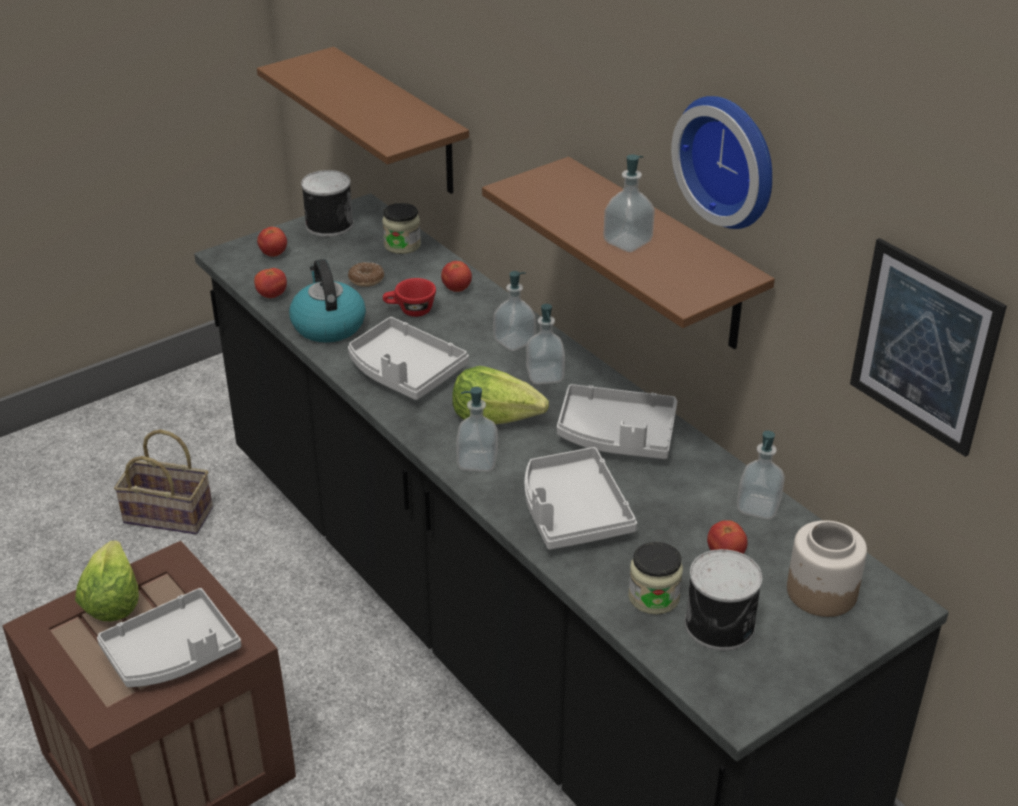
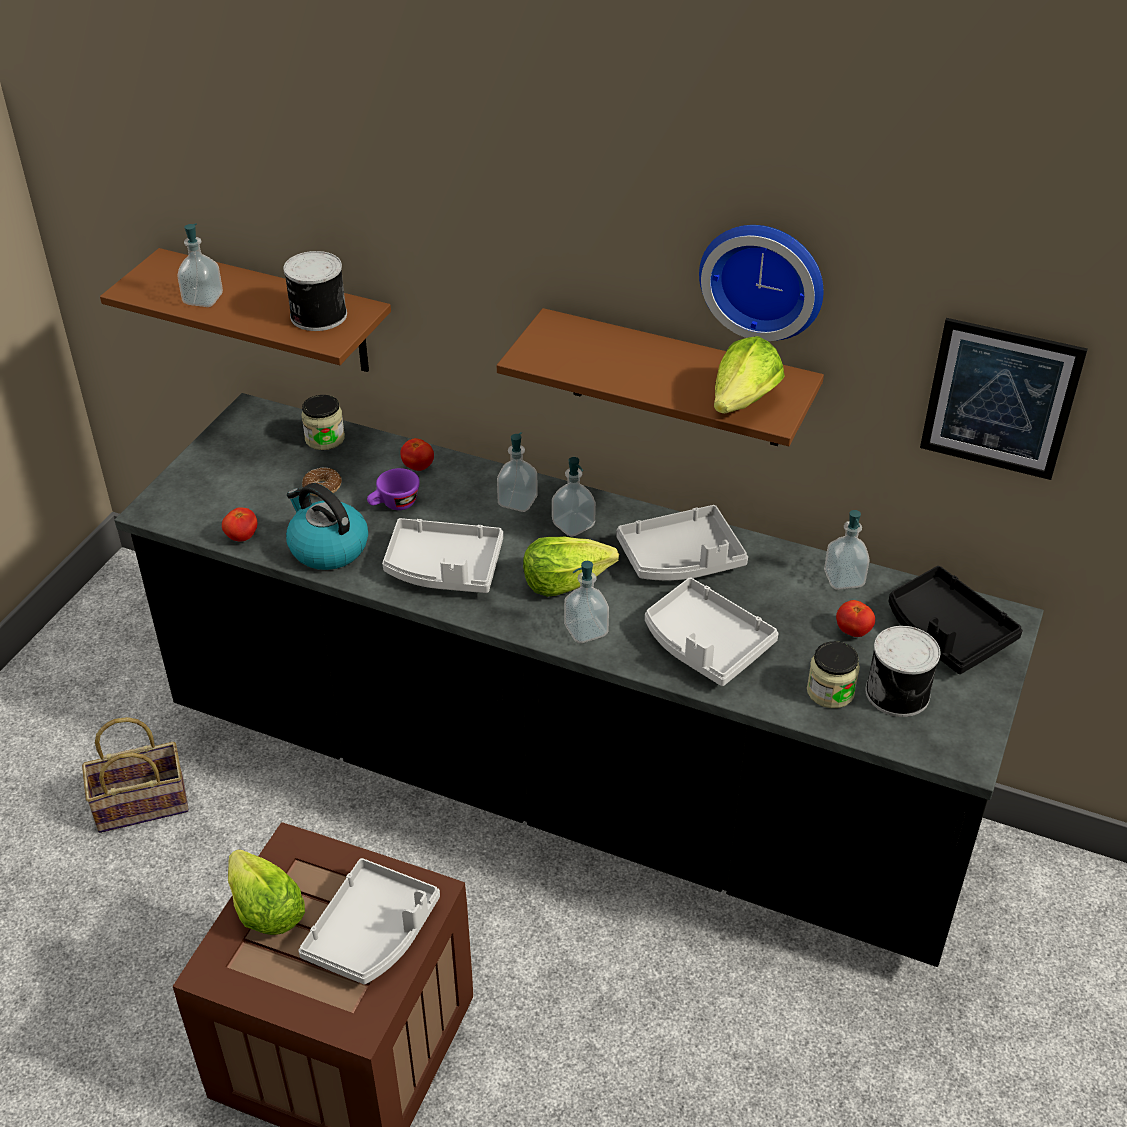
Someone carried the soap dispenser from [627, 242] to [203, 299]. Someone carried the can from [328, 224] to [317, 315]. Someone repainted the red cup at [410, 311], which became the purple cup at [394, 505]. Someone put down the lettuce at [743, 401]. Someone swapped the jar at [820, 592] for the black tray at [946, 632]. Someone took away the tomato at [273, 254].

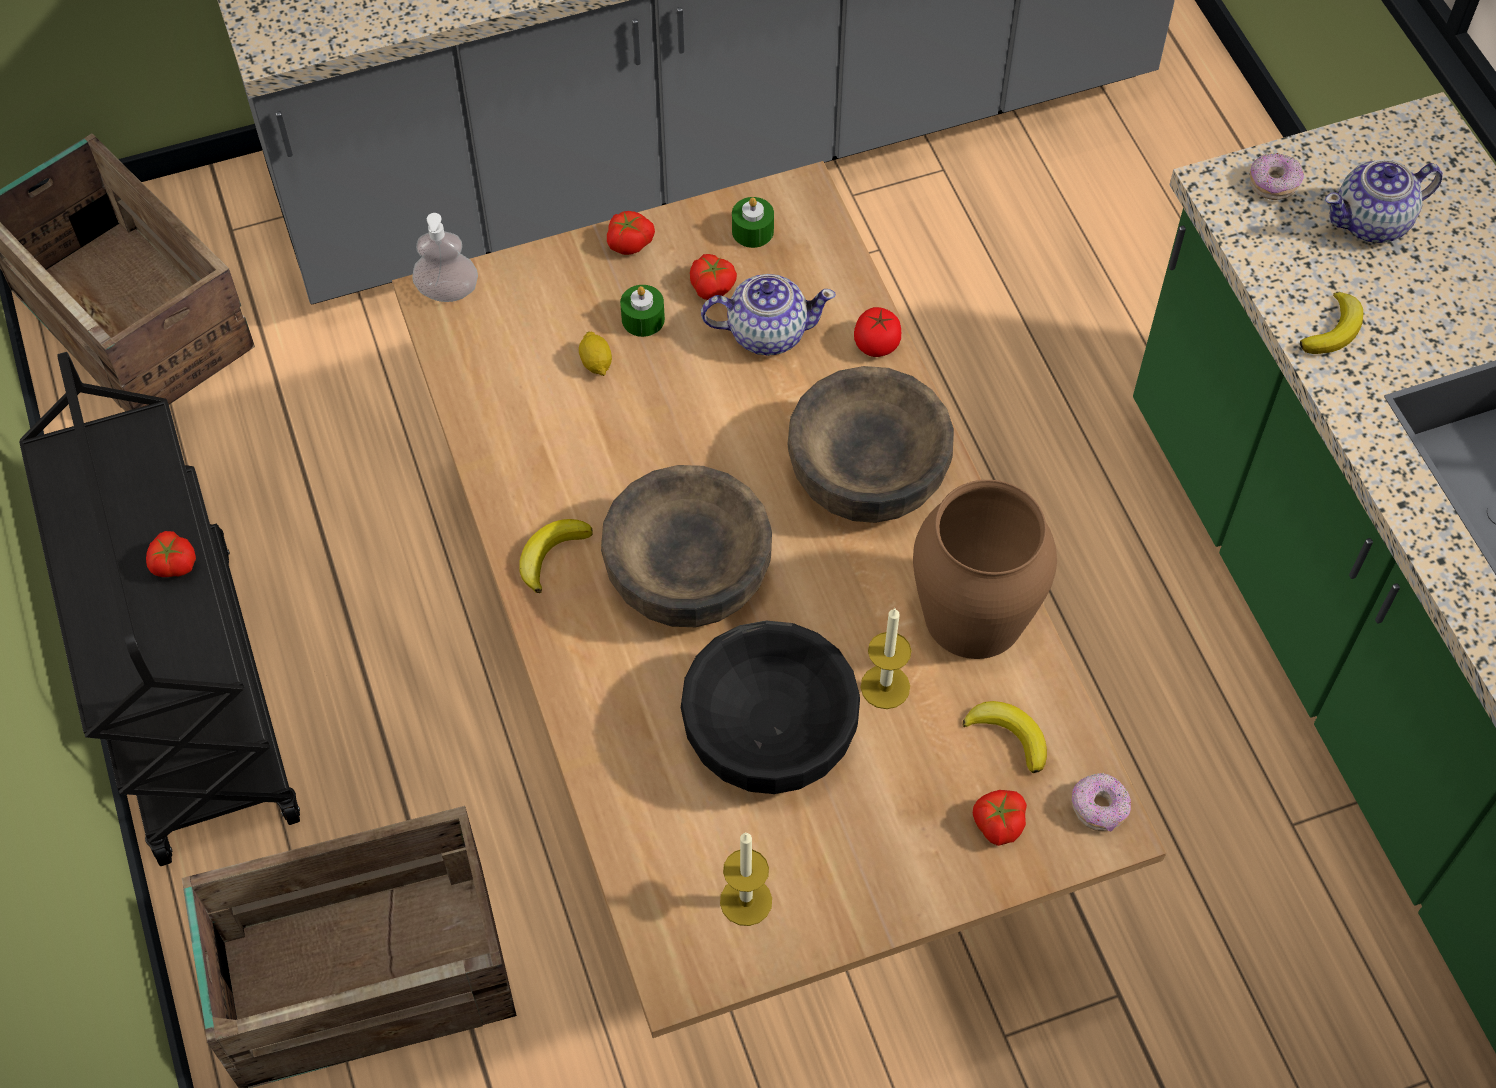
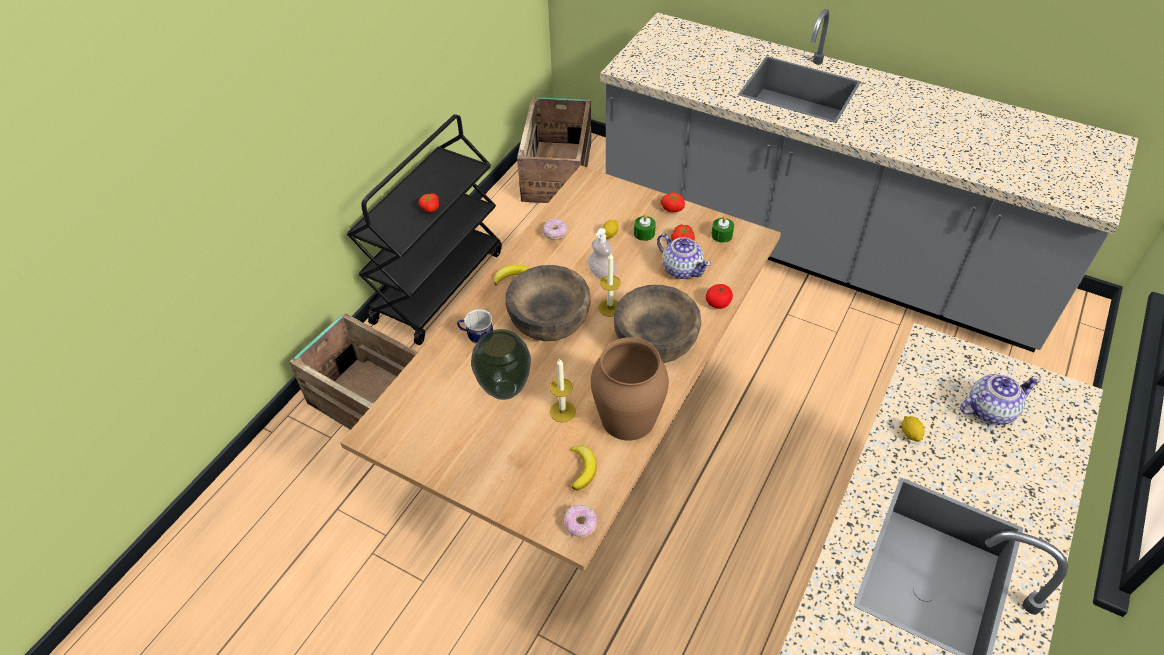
Someone put down the mug at [477, 338]. Someone swapped the black bowl at [769, 731] for the vase at [504, 389]. Someone carried the donut from [1273, 184] to [555, 234]. Someone carried the soap dispenser from [448, 291] to [602, 273]. Someone carried the candle from [746, 901] to [610, 308]. Someone swapped the banana at [1333, 329] for the lemon at [910, 434]. Someone rotated the teapot at [1372, 222] by 135 degrees clockwise. Someone took away the tomato at [997, 823].

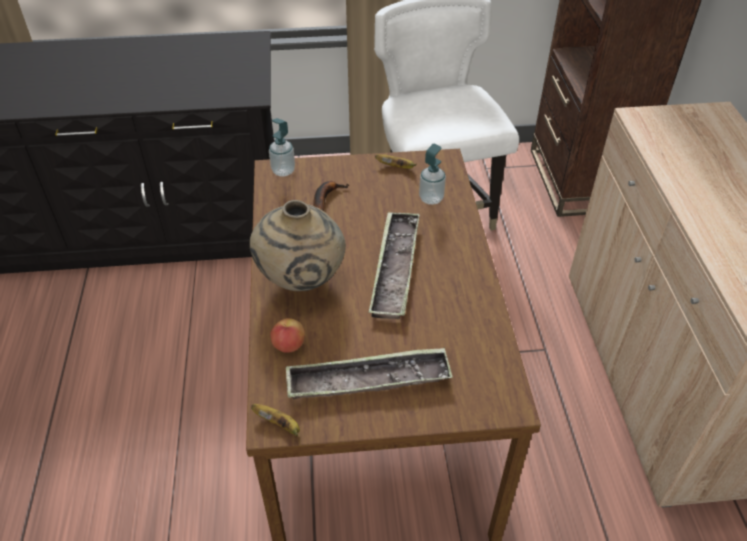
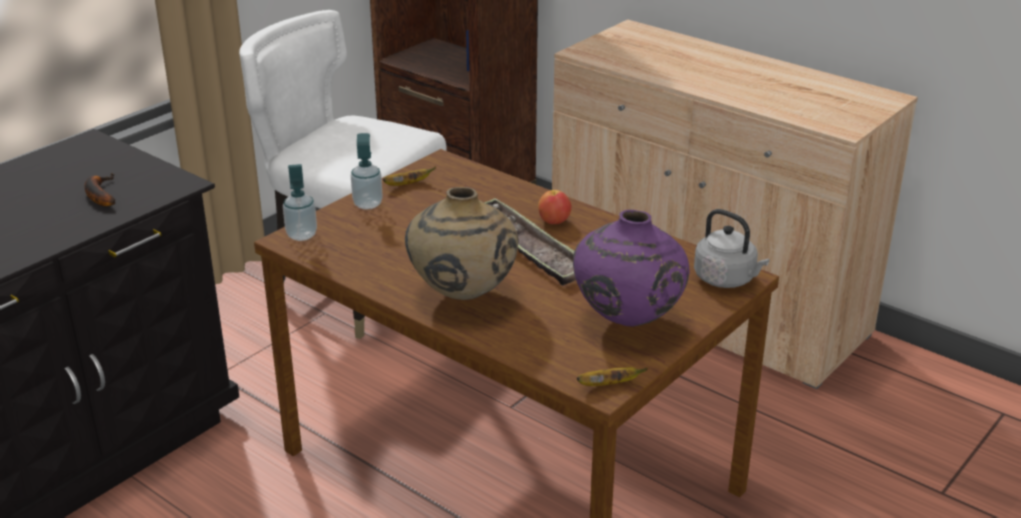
Someone carried the banana from [325, 198] to [99, 195]. Someone carried the soap dispenser from [431, 198] to [367, 204]. Someone carried the apple from [289, 345] to [554, 221]. Someone swapped the tray at [368, 380] for the purple vase at [627, 321]. Someone put down the grey kettle at [727, 279].

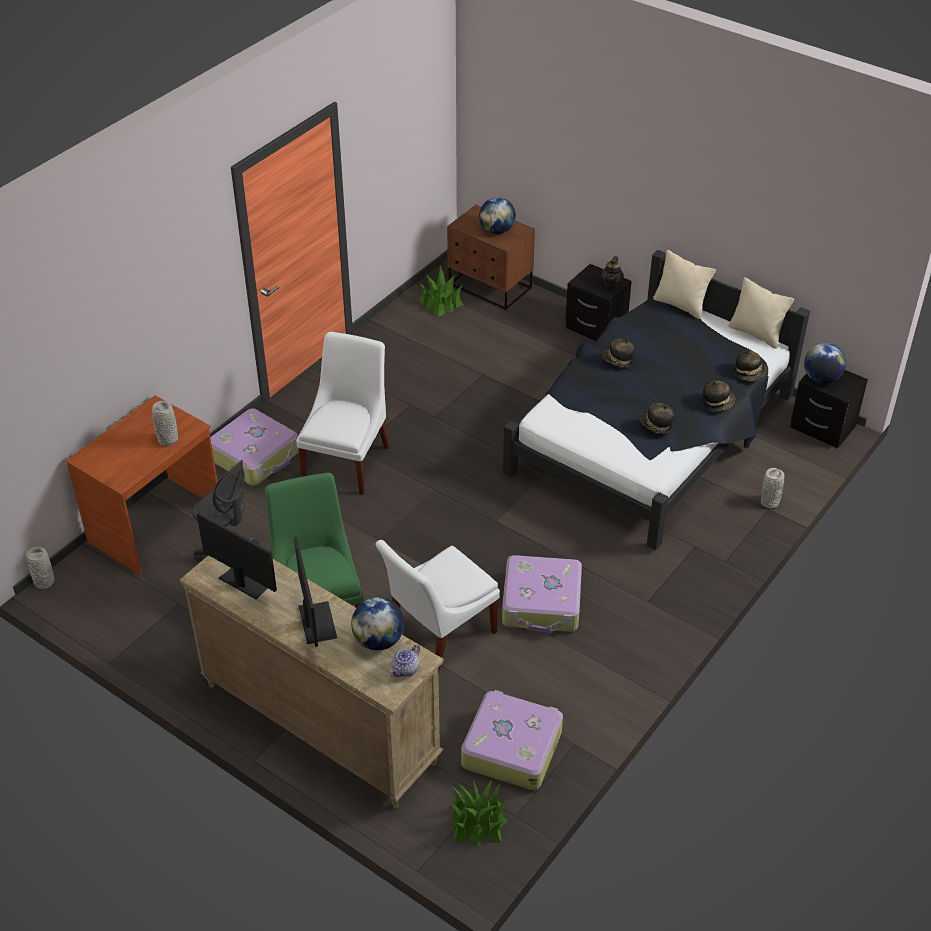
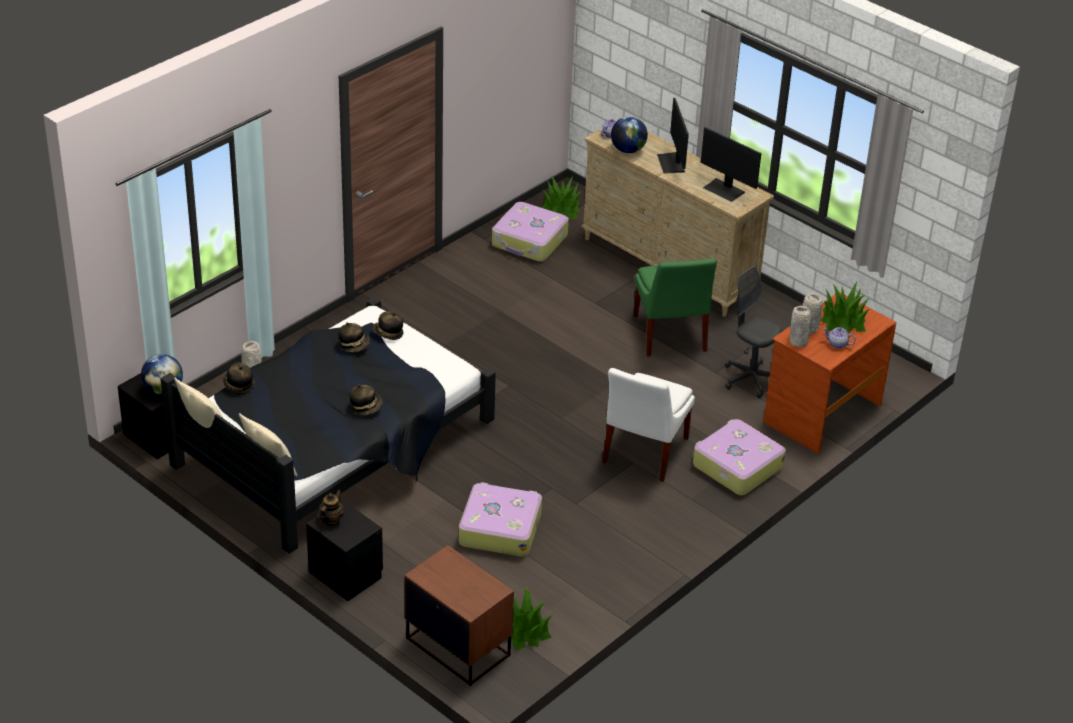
Someone carried the hat from [717, 403] to [388, 333]. Someone carried the suitcase from [542, 603] to [499, 528]. Someone carried the grey vase from [44, 582] to [799, 342]. Someone put down the potted plant at [843, 320]. Someone put down the teapot at [837, 344]. Someone took away the white chair at [437, 634]. Someone took away the globe at [497, 231].

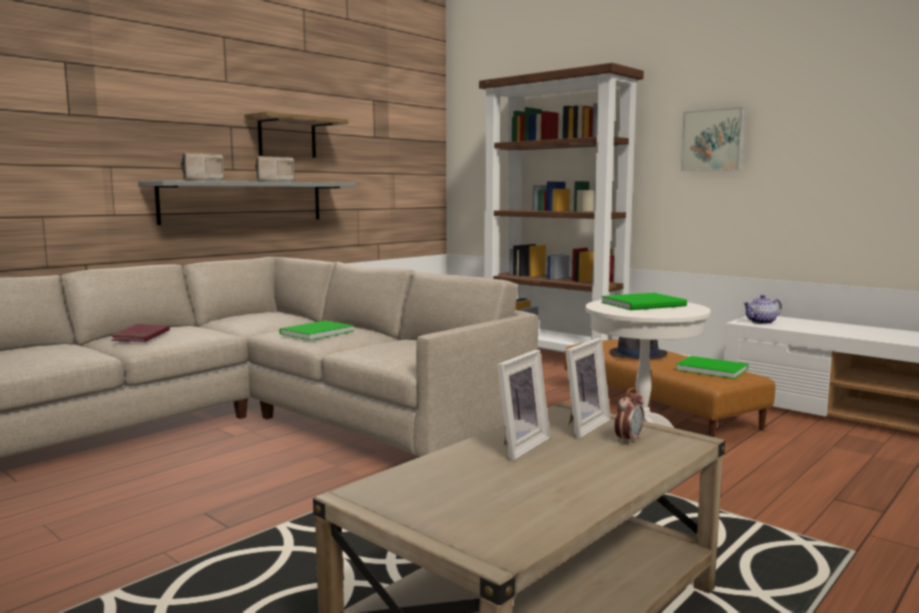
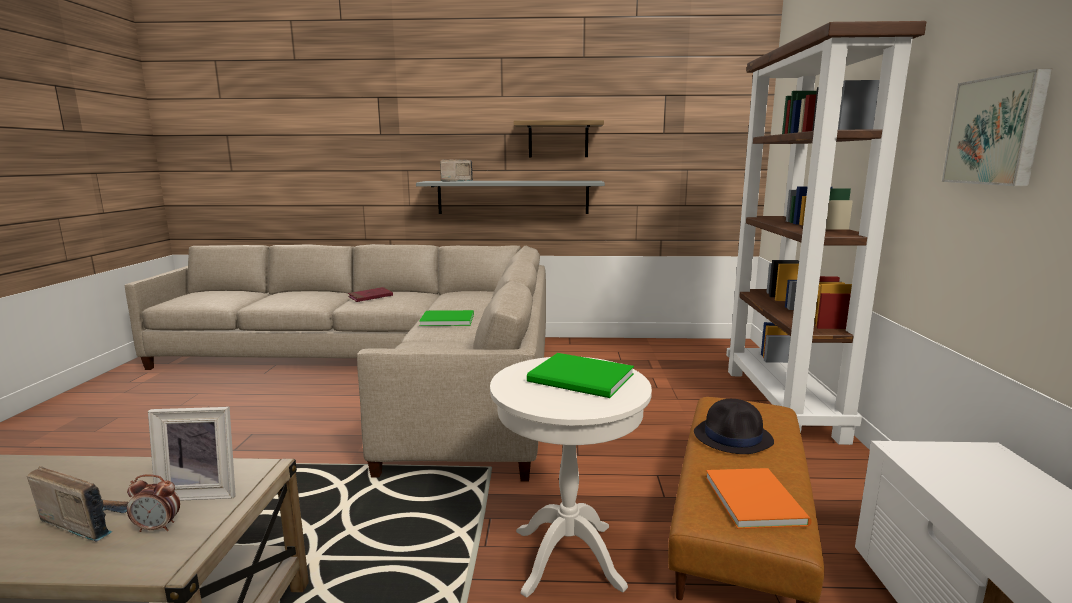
Someone carried the radio from [273, 181] to [87, 520]. Someone repainted the green book at [710, 369], which became the orange book at [755, 498]. Someone took away the picture frame at [517, 446]. Someone took away the teapot at [761, 322].

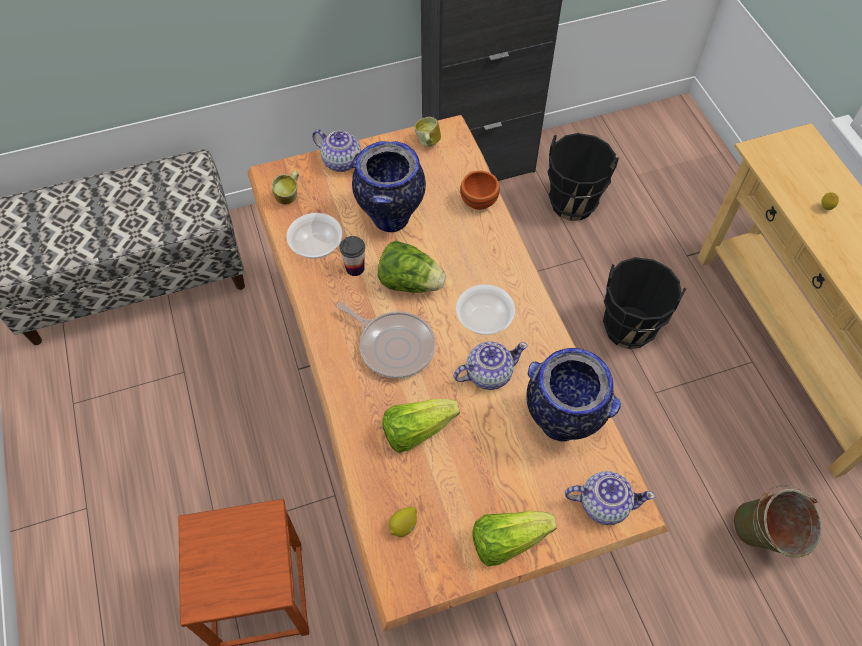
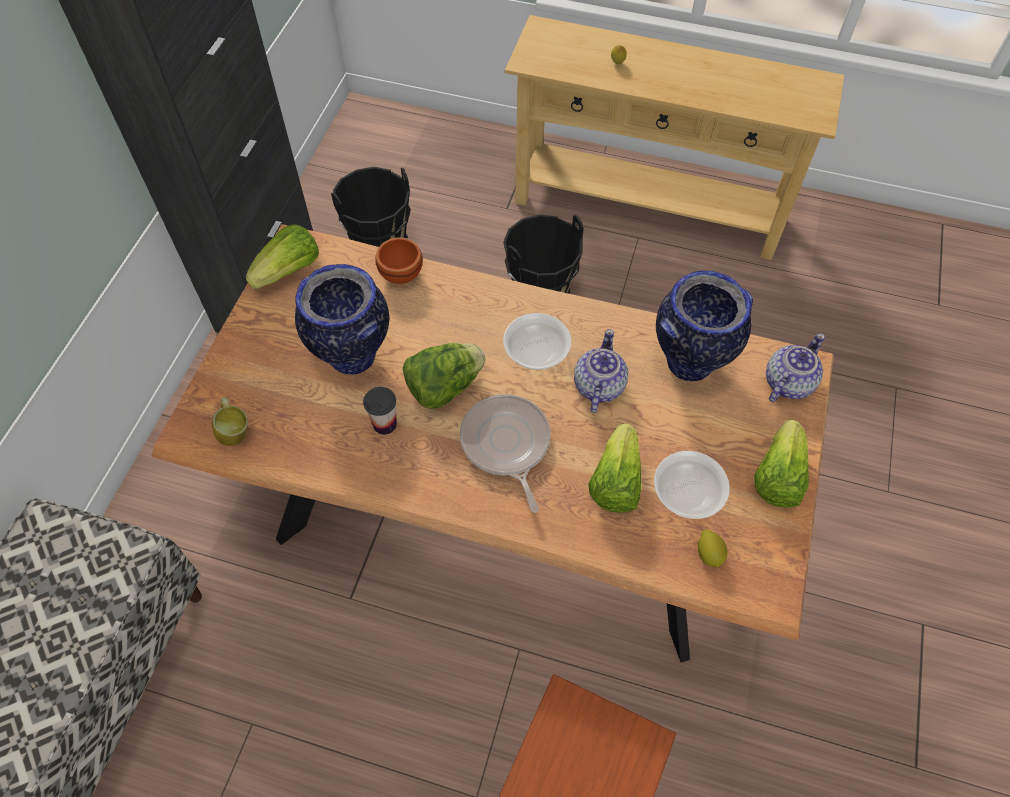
Someone swapped the mug at [427, 143] for the lettuce at [289, 271]. Someone rotated the frying pan at [394, 346] by 90 degrees counterclockwise. Someone carried the bowl from [316, 245] to [687, 494]. Someone took away the teapot at [342, 161]. Someone took away the green bucket at [763, 539].

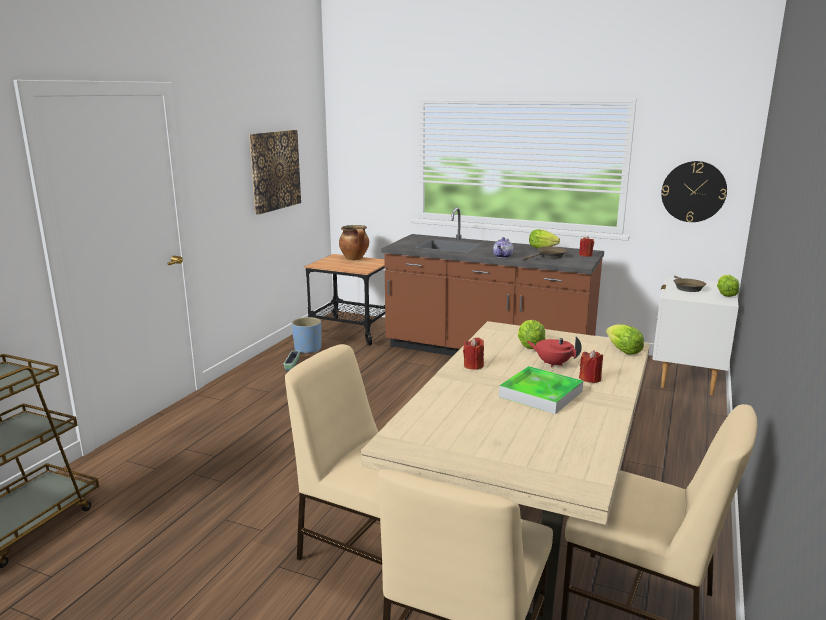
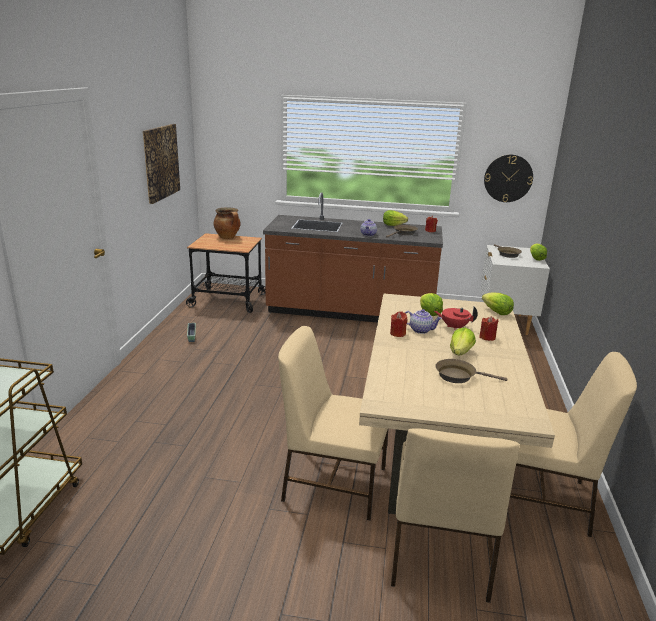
Someone put down the teapot at [421, 330]. Someone put down the brown frying pan at [458, 376]. Someone swapped the tray at [540, 394] for the lettuce at [460, 353]. Someone took away the blue planter at [308, 349].

